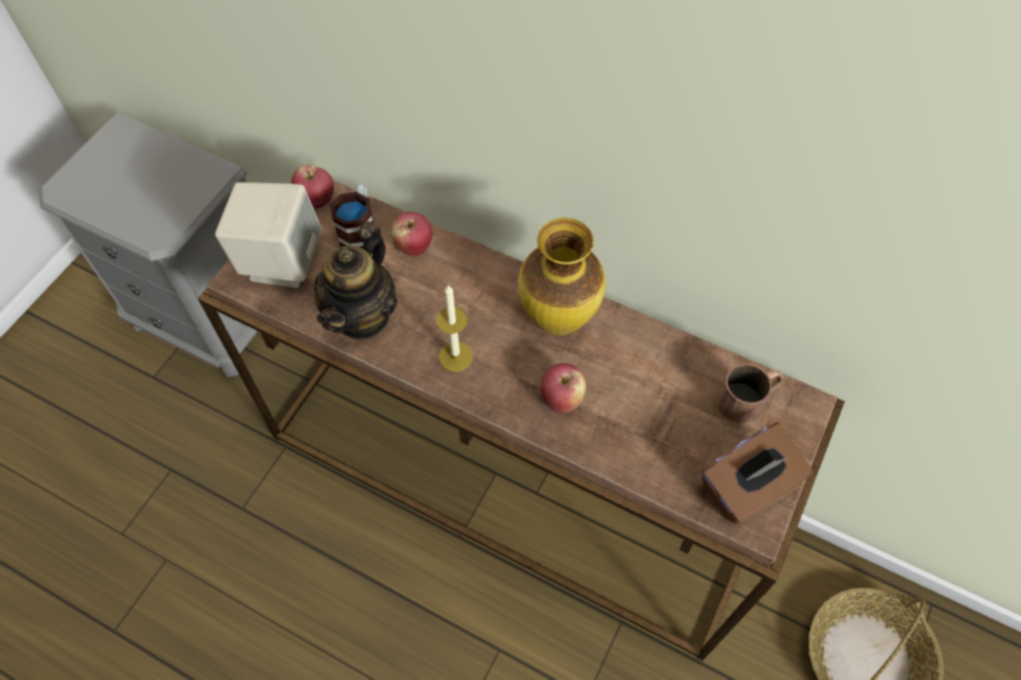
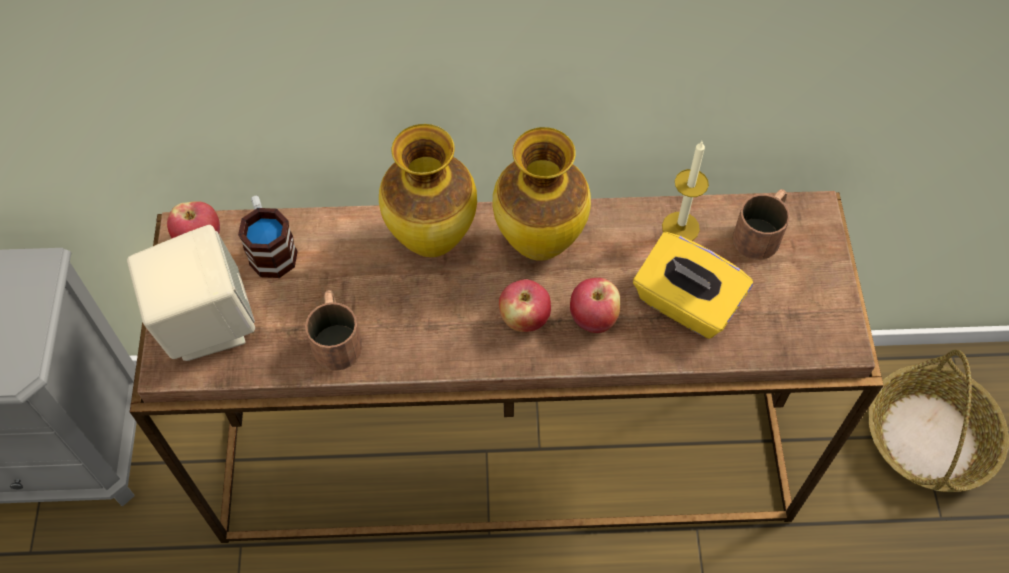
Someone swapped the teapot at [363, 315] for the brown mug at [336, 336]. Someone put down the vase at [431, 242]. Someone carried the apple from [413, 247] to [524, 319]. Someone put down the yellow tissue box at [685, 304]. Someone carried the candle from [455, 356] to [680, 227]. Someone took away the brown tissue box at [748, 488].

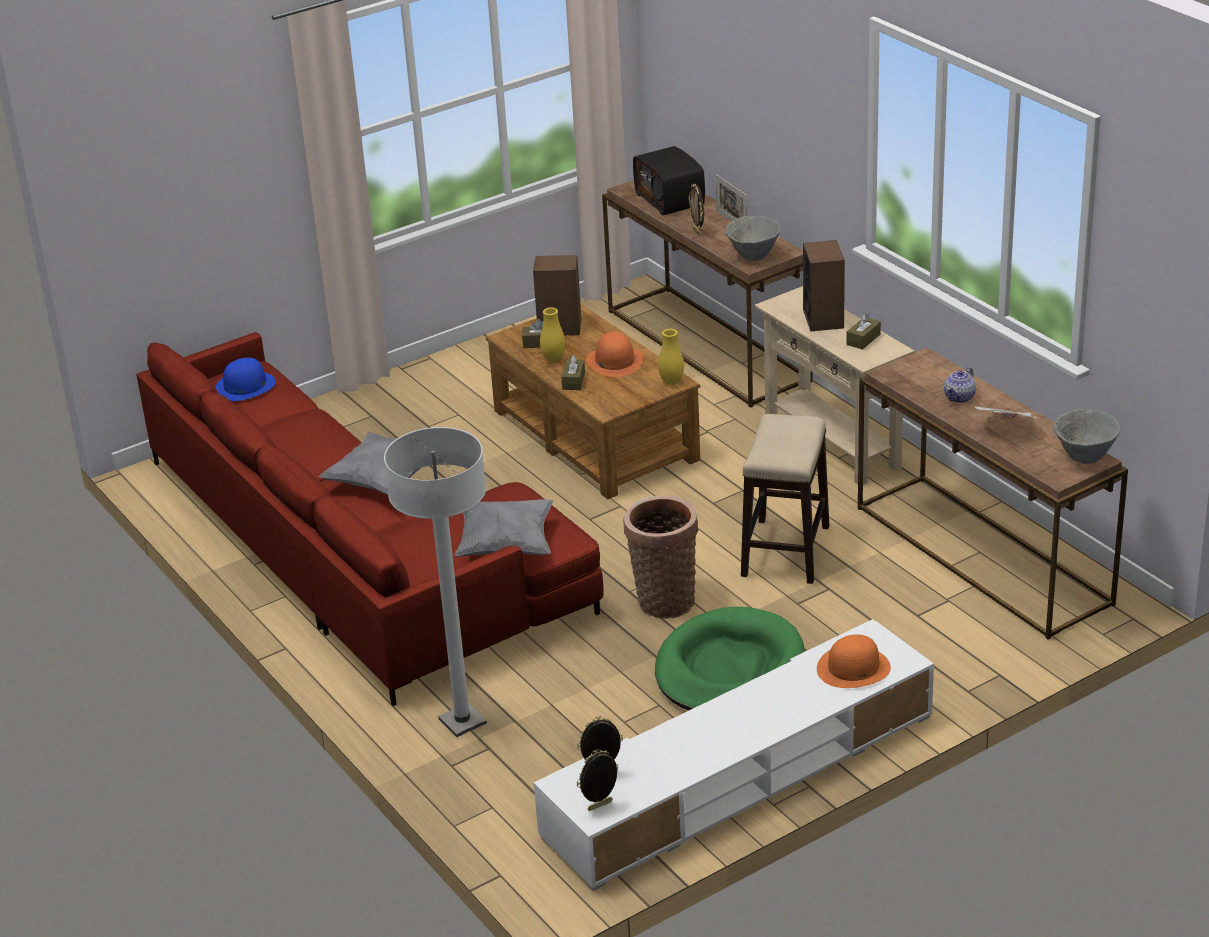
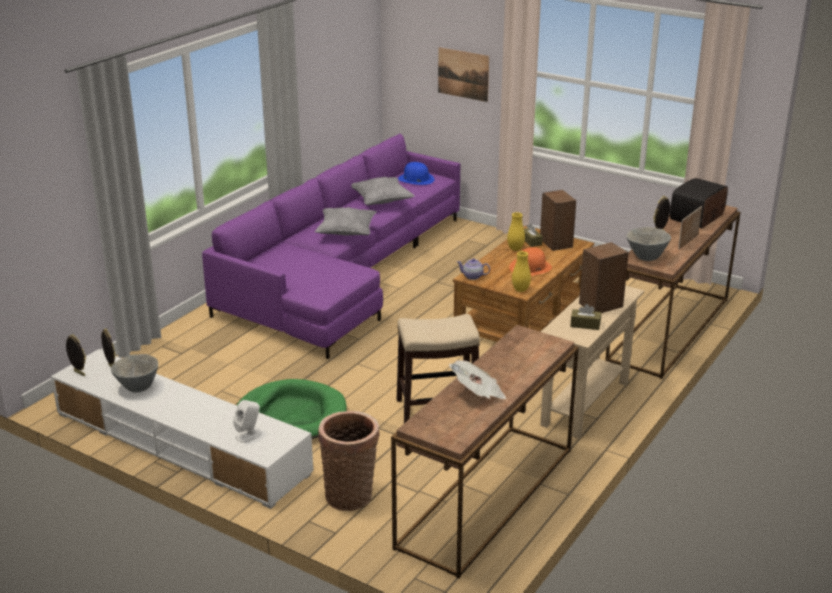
Someone carried the grey bowl from [1084, 457] to [137, 387]. Someone repainted the red sofa at [355, 556], which became the purple sofa at [343, 274]. Someone swapped the orange hat at [853, 668] for the white speaker at [248, 435]. Someone carried the basket from [663, 599] to [350, 494]. Someone carried the grey pillow from [506, 545] to [381, 202]. Someone put up the picture at [463, 74]. Someone carried the teapot from [960, 397] to [473, 276]. Someone took away the white floor lamp at [462, 722]. Someone took away the brown tissue box at [573, 381].

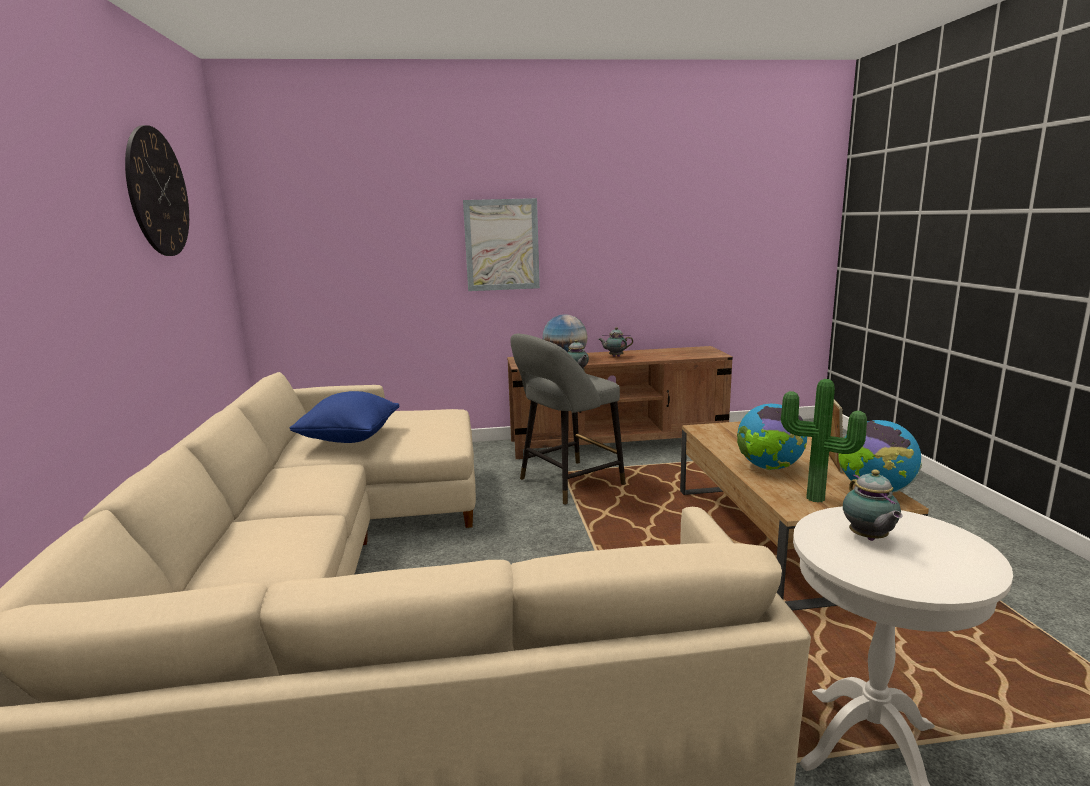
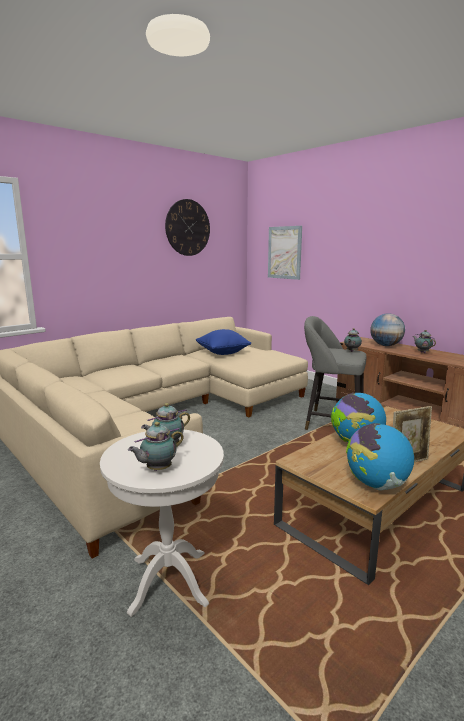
Someone put down the teapot at [157, 469]. Someone carried the picture from [502, 245] to [284, 252]. Someone took away the potted plant at [815, 500].

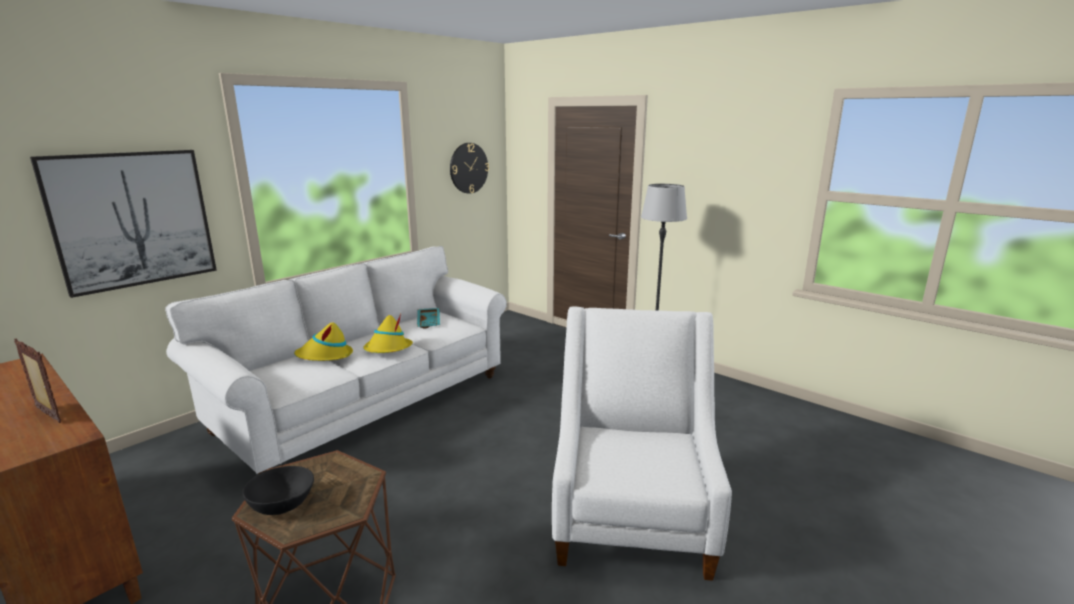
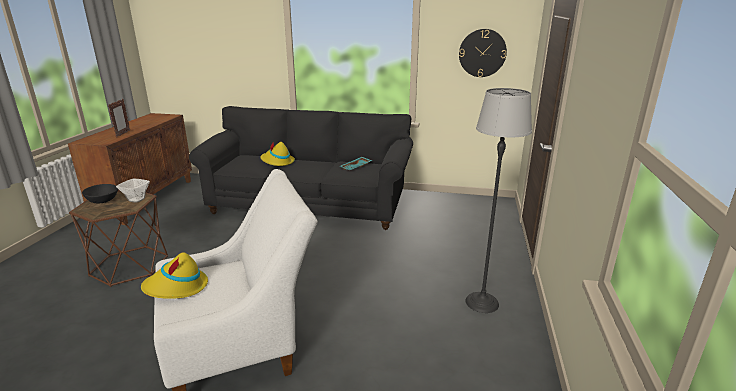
Someone put down the bowl at [136, 200]. Someone carried the yellow hat from [388, 349] to [176, 288]. Someone repainted the white sofa at [366, 403], which became the black sofa at [309, 205]. Someone took away the picture at [133, 219].

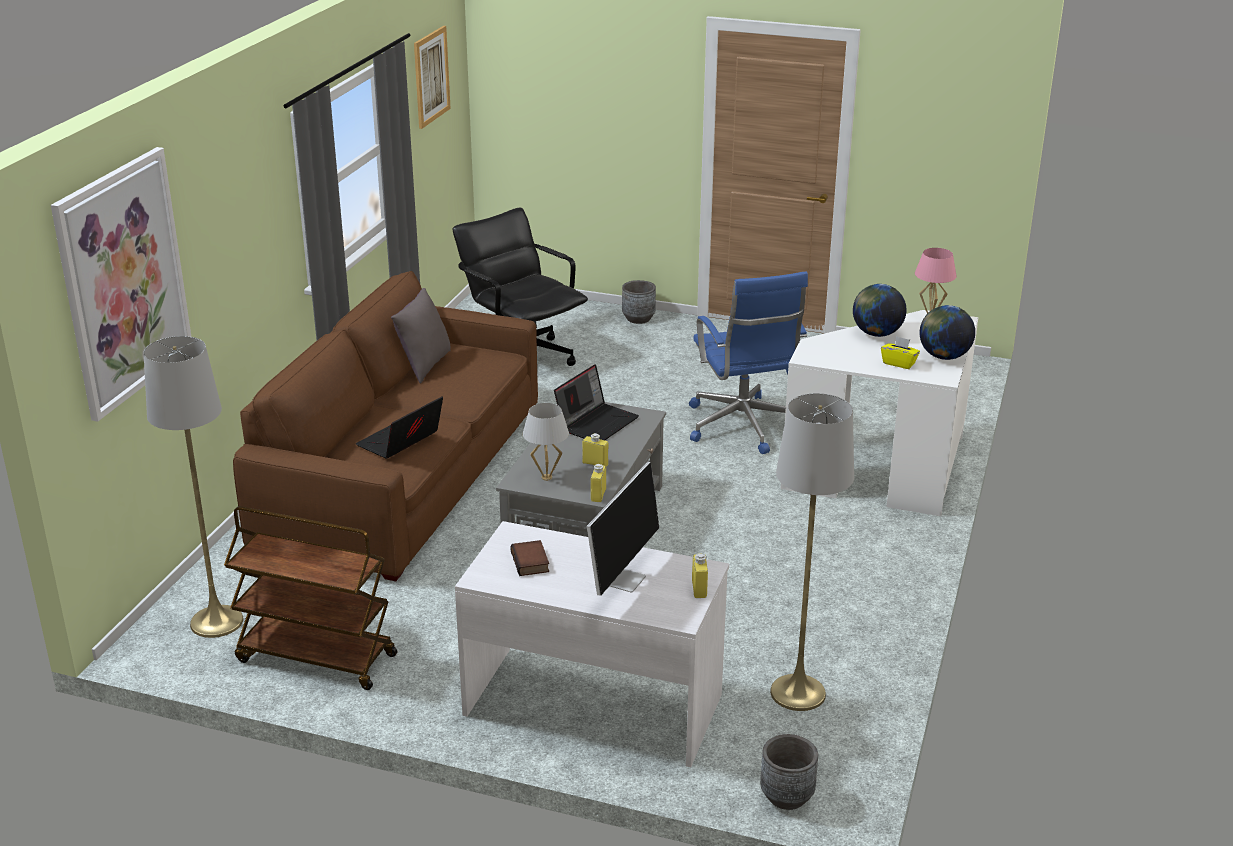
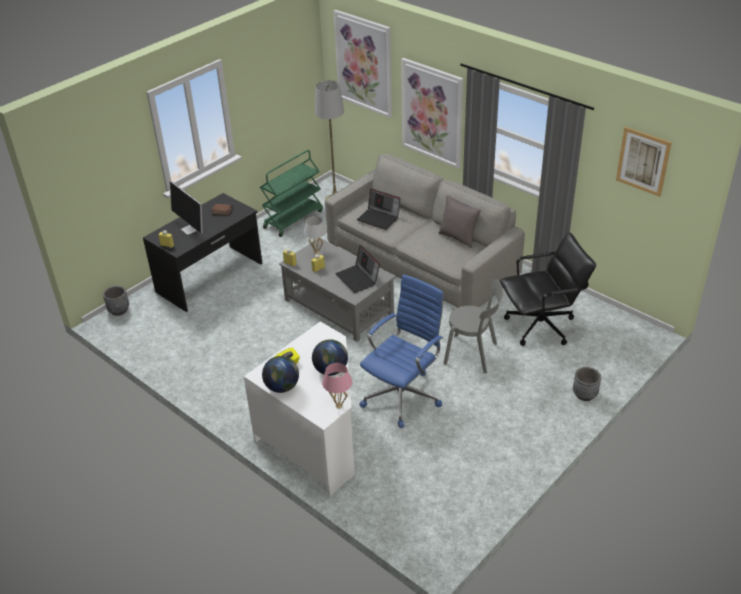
Someone repainted the white desk at [594, 703], which became the black desk at [210, 278]. Someone repainted the brown cart at [315, 658], which became the green cart at [293, 219]. Someone repainted the brown sofa at [403, 475], which became the grey sofa at [421, 260]. Someone rotated the laptop at [400, 442] by 150 degrees clockwise. Someone rotated the blue office chair at [743, 427] by 120 degrees clockwise. Someone put up the picture at [432, 113]. Someone put down the grey chair at [473, 354]. Someone took away the grey floor lamp at [797, 693].

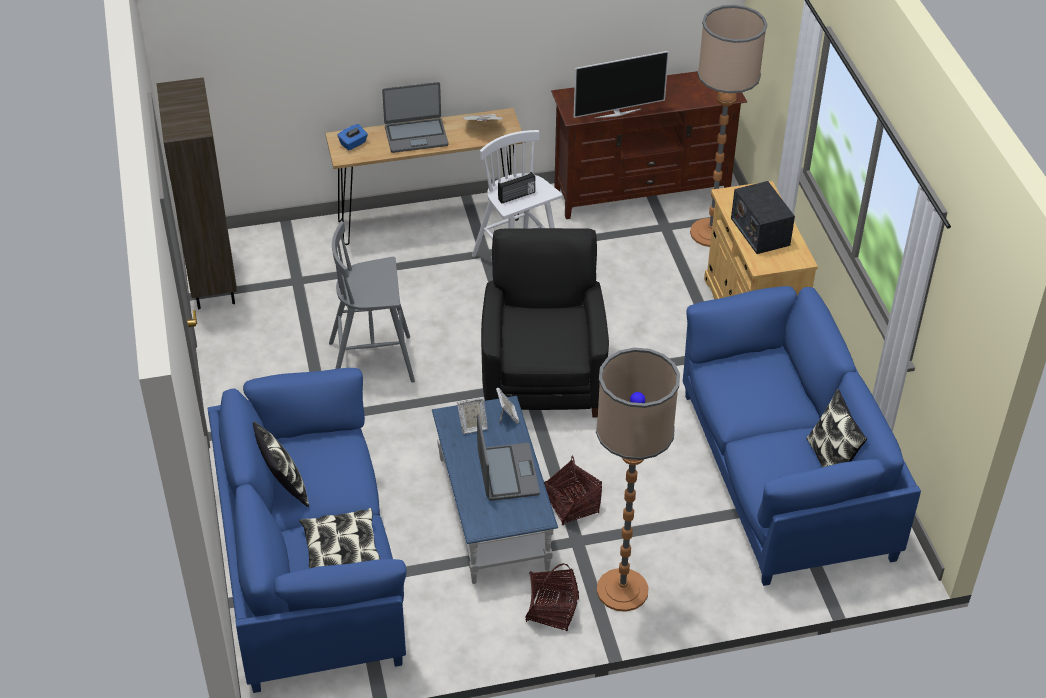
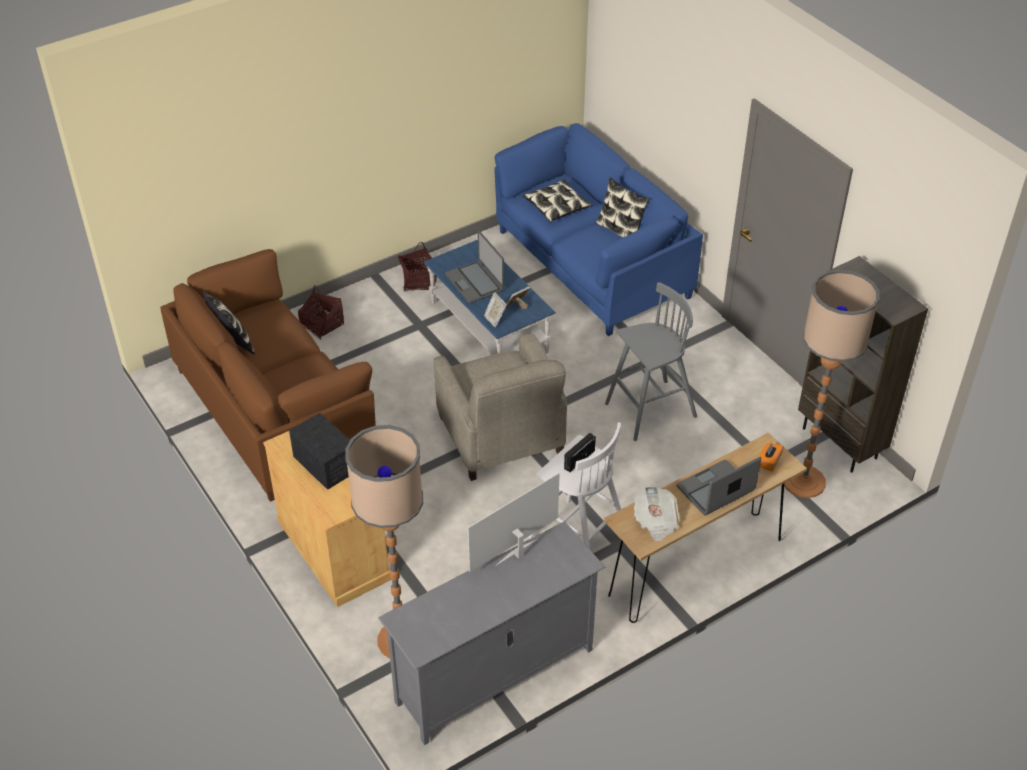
Someone repainted the blue sofa at [784, 475], which became the brown sofa at [275, 410]. Someone carried the basket from [571, 505] to [322, 325]. Someone repainted the brown tv stand at [642, 191], which became the grey tv stand at [495, 676]. Someone repainted the black armchair at [543, 377], which became the beige armchair at [501, 436]. Someone repainted the blue tissue box at [353, 144], which became the orange tissue box at [769, 462]. Someone carried the floor lamp from [622, 590] to [804, 481].

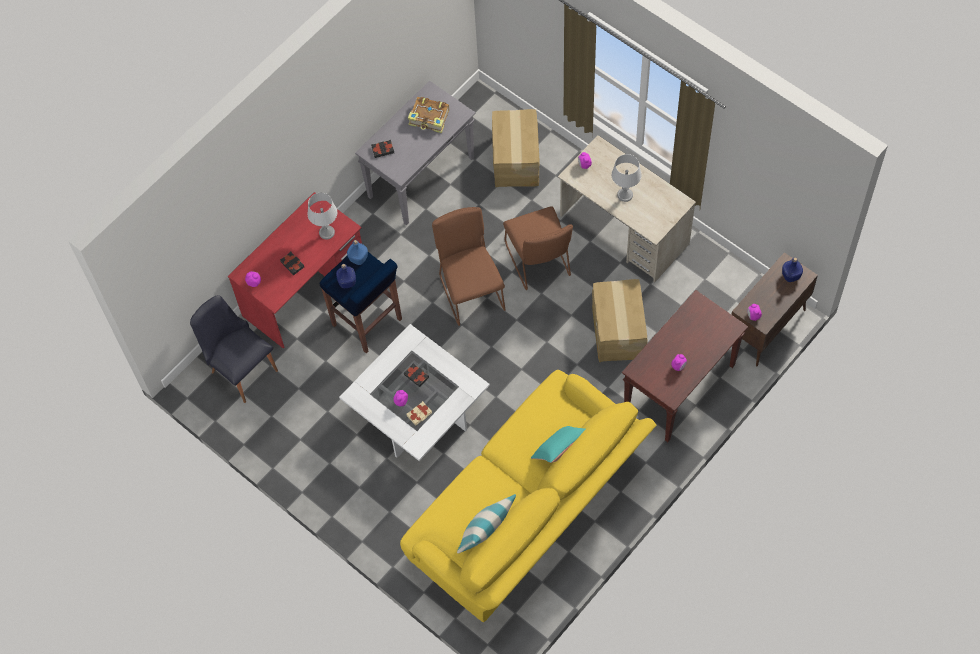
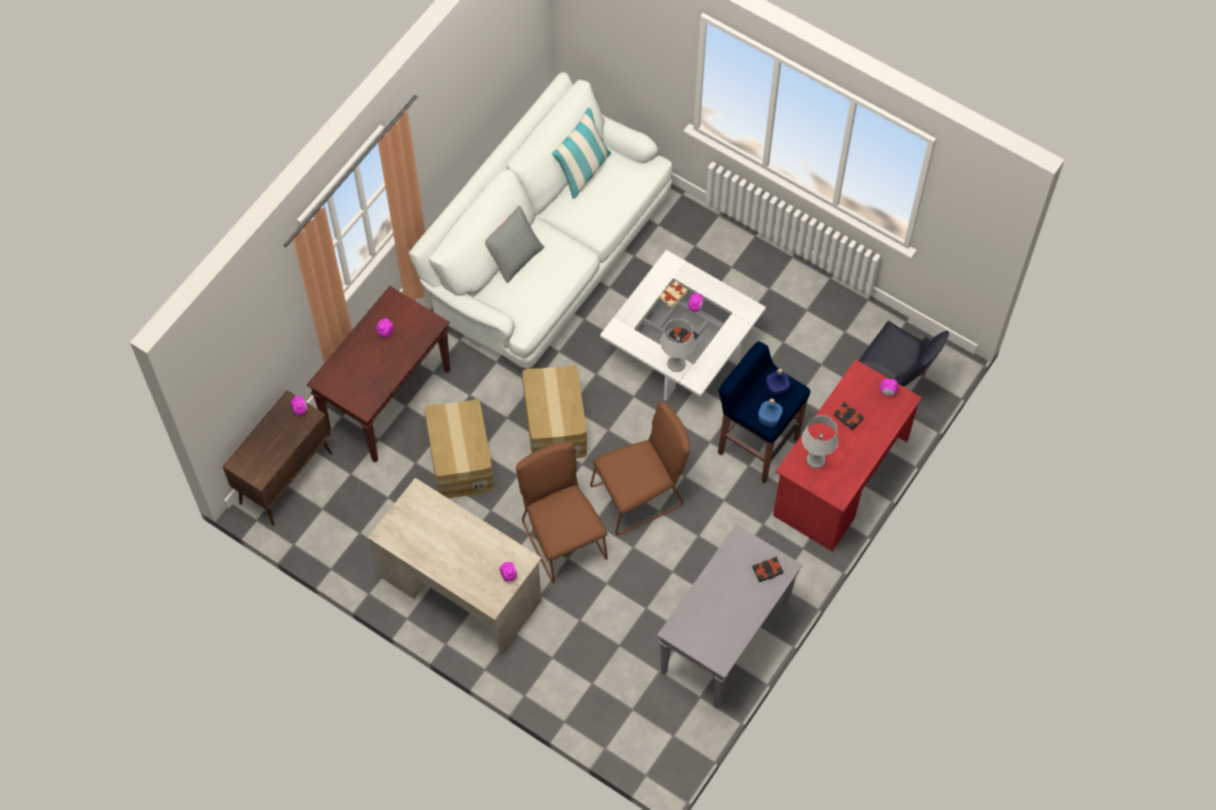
Someone repainted the yellow sofa at [528, 513], which became the white sofa at [547, 256]. Someone repainted the turquoise pillow at [559, 452], which became the grey pillow at [514, 256]. Someone carried the cardboard box from [517, 160] to [554, 425]. Someone rotated the brown chair at [470, 290] by 90 degrees counterclockwise. Someone carried the grey table lamp from [625, 195] to [676, 364]. Someone took away the book at [429, 118]. Someone took away the blue bottle at [790, 276].

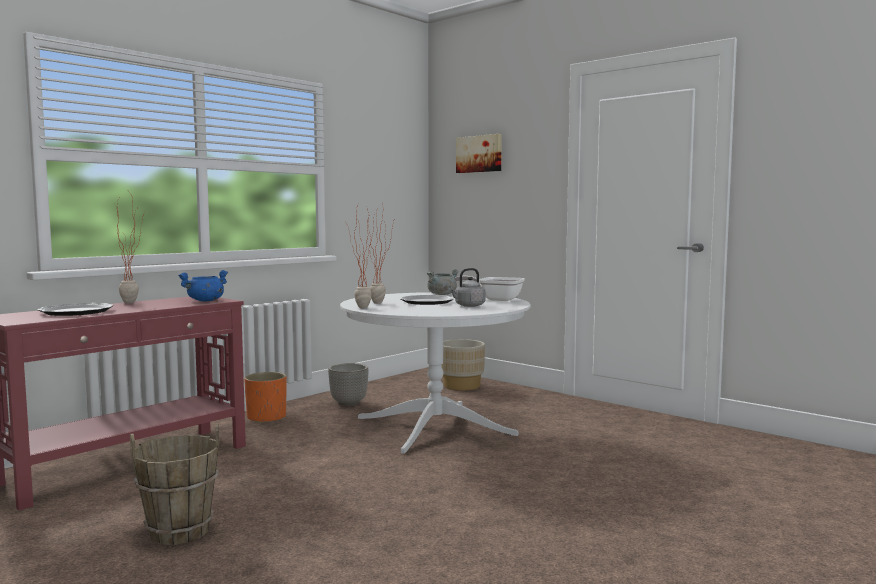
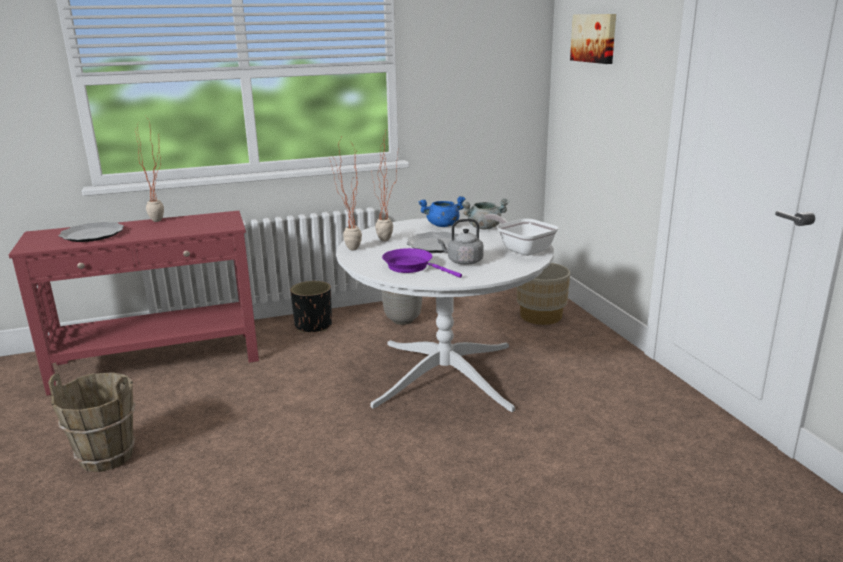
Someone repainted the orange planter at [266, 418], which became the black planter at [313, 326]. Someone put down the purple frying pan at [412, 267]. Someone carried the blue cooking pot from [205, 301] to [442, 225].

